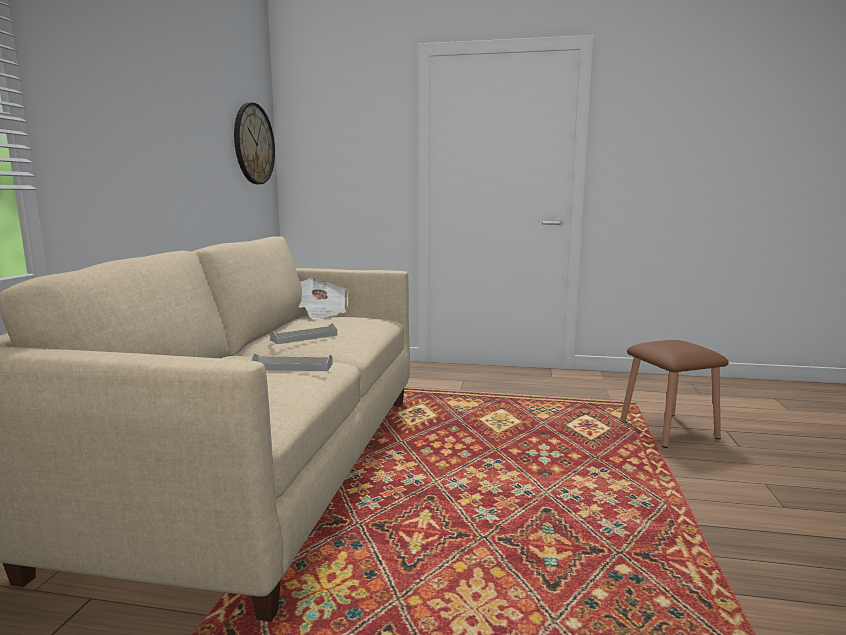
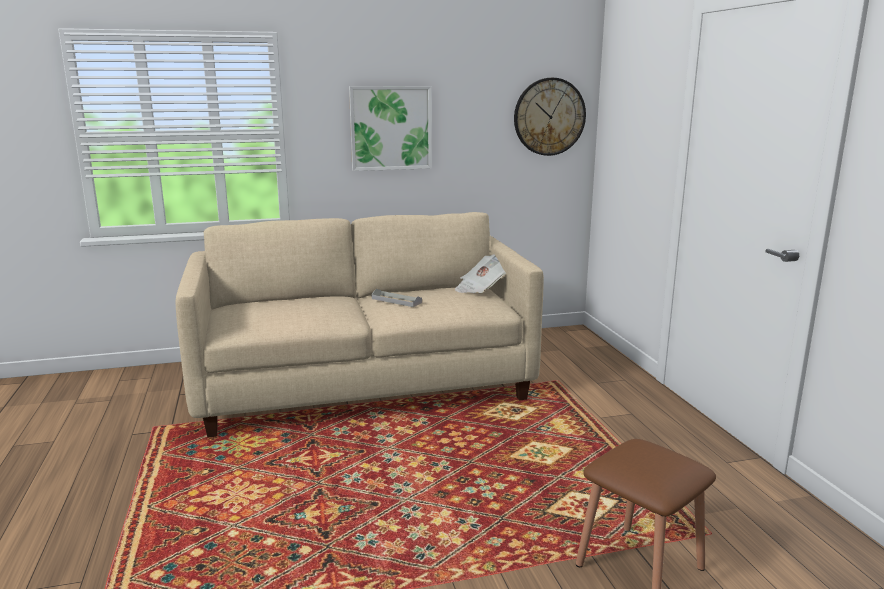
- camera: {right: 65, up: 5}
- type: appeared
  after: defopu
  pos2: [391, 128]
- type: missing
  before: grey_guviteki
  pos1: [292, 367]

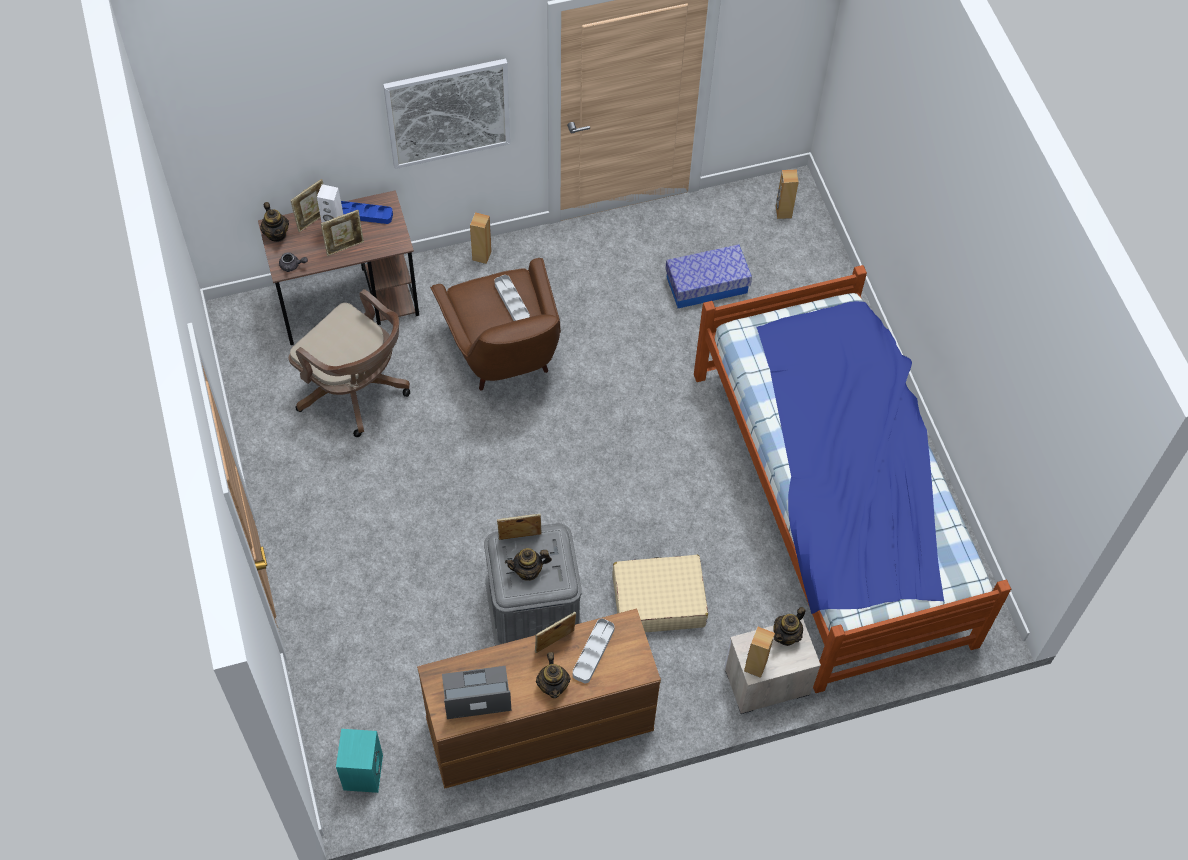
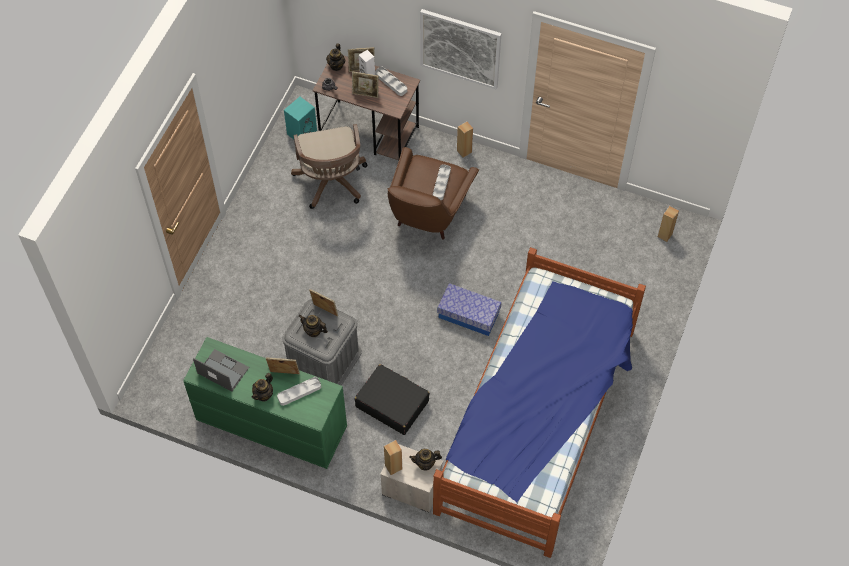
- camera: {right: 40, up: 0}
- type: colour
  before: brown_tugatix
  after: green_tugatix
  pos1: [538, 727]
  pos2: [270, 424]
- type: relocated
  before: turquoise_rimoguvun
  pos1: [362, 771]
  pos2: [302, 132]
- type: colour
  before: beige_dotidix
  after: black_dotidix
  pos1: [658, 601]
  pos2: [392, 403]
- type: colour
  before: blue_guviteki
  after: grey_guviteki
  pos1: [363, 214]
  pos2: [391, 82]
- type: relocated
  before: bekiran
  pos1: [707, 285]
  pos2: [469, 315]

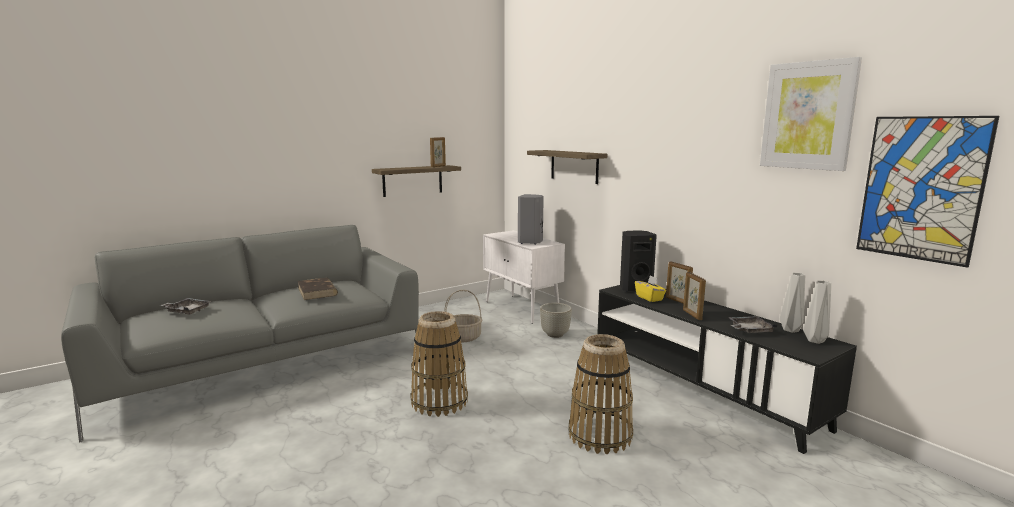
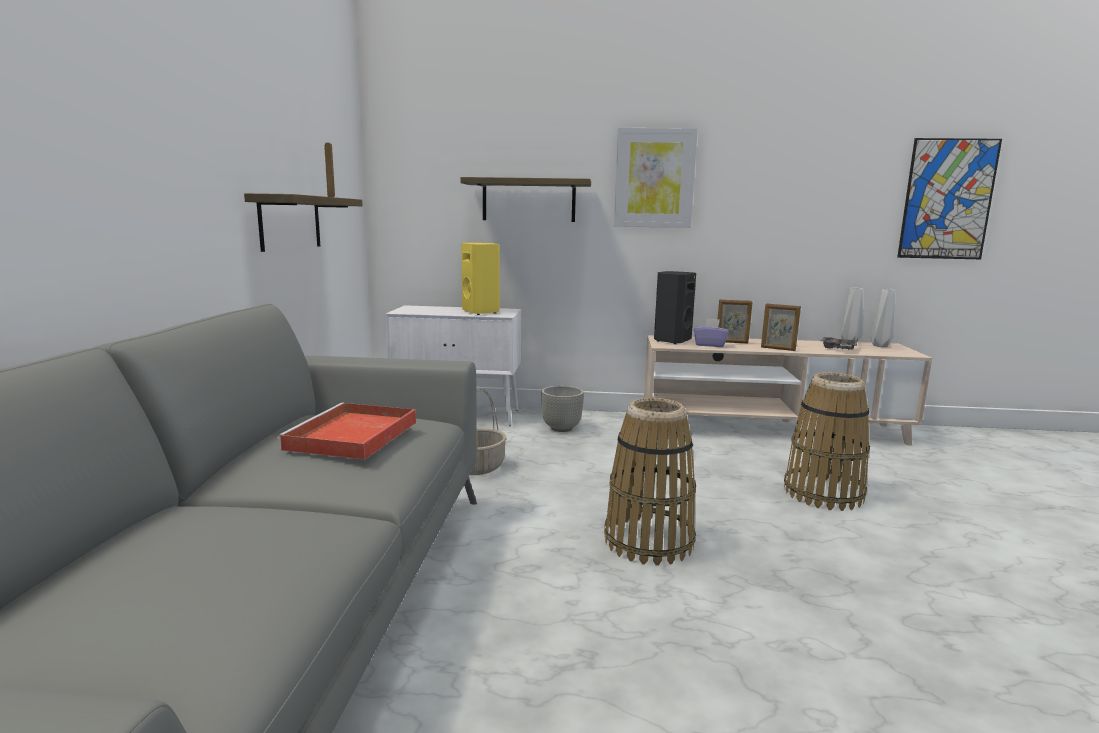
- camera: {right: -50, up: 0}
- type: exchanged
  before: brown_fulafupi
  after: red_guviteki
  pos1: [317, 291]
  pos2: [352, 436]
- type: colour
  before: grey_rimoguvun
  after: yellow_rimoguvun
  pos1: [530, 242]
  pos2: [482, 312]
- type: relocated
  before: defopu
  pos1: [808, 115]
  pos2: [654, 178]
- type: colour
  before: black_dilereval
  after: beige_dilereval
  pos1: [702, 389]
  pos2: [771, 429]
- type: colour
  before: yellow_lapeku
  after: purple_lapeku
  pos1: [649, 298]
  pos2: [710, 345]
- type: missing
  before: grey_guviteki
  pos1: [187, 311]

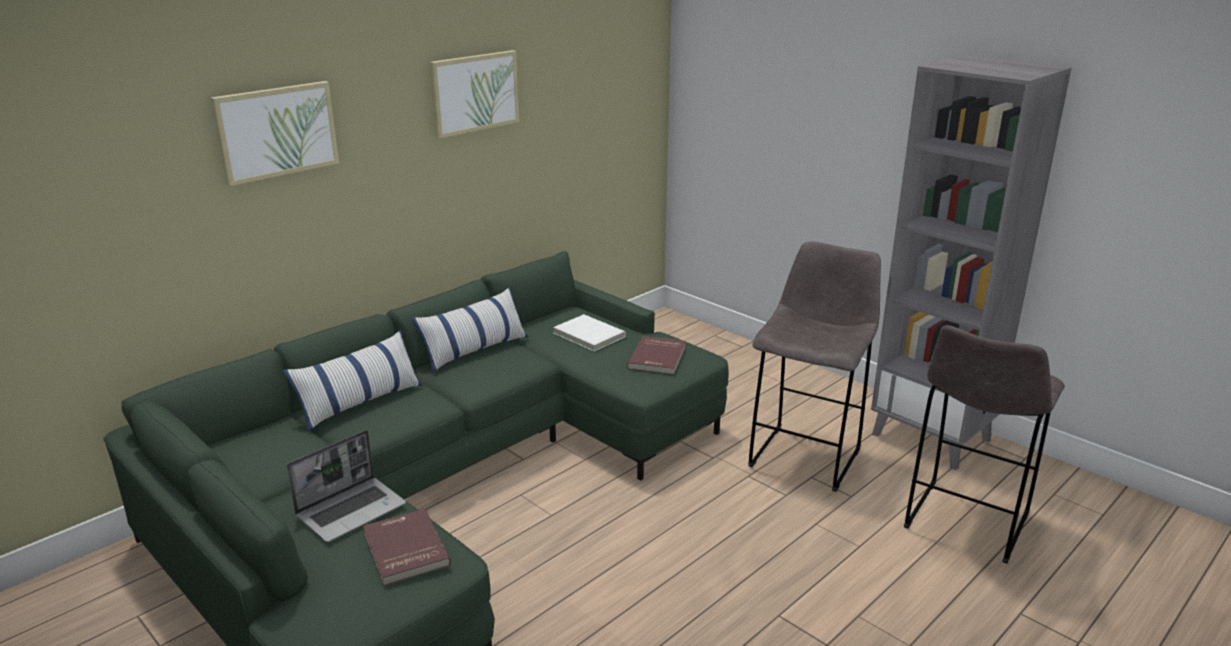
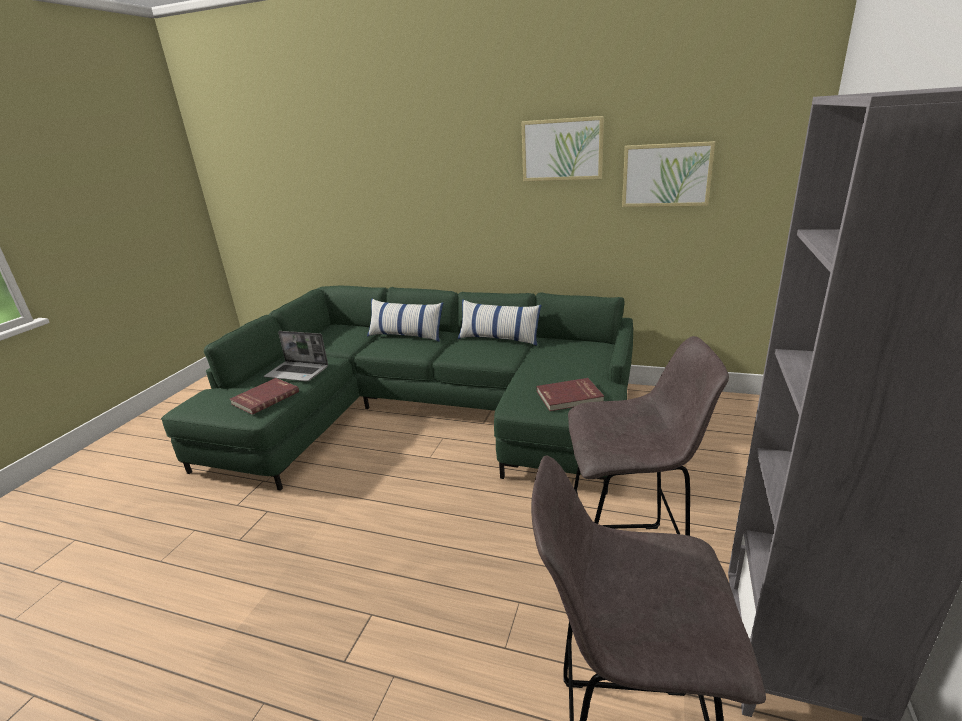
- camera: {right: 65, up: 0}
- type: relocated
  before: defopu
  pos1: [276, 131]
  pos2: [666, 175]
- type: missing
  before: white_fulafupi
  pos1: [588, 335]

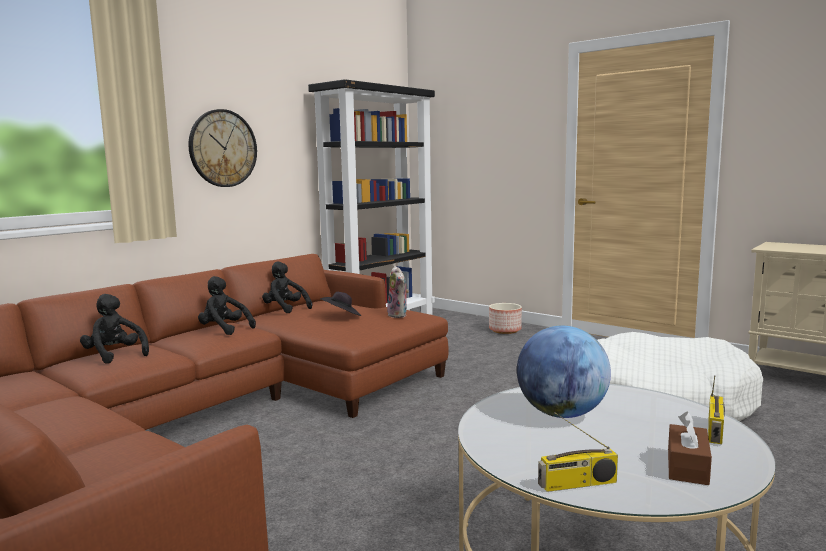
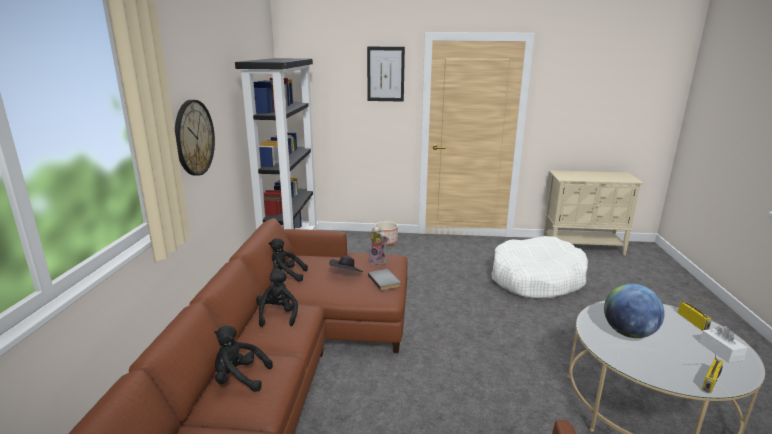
- camera: {right: -35, up: 10}
- type: spun
  before: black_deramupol
  pos1: [224, 330]
  pos2: [278, 315]
  turn: 90
- type: appeared
  after: defopu
  pos2: [385, 74]
- type: appeared
  after: grey_fulafupi
  pos2: [385, 280]
- type: colour
  before: brown_lapeku
  after: white_lapeku
  pos1: [687, 466]
  pos2: [721, 351]

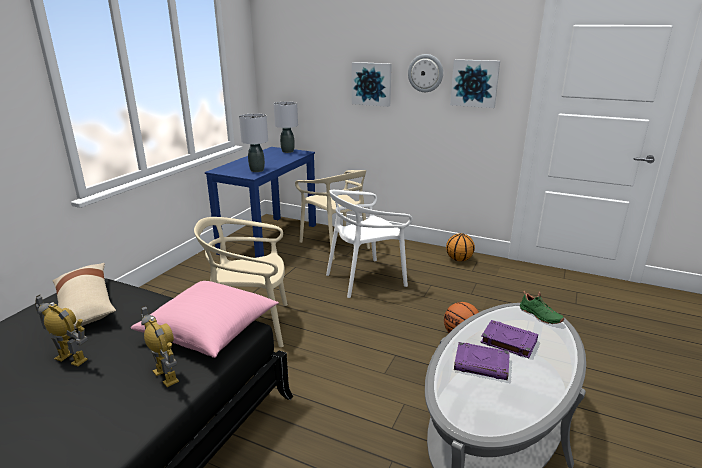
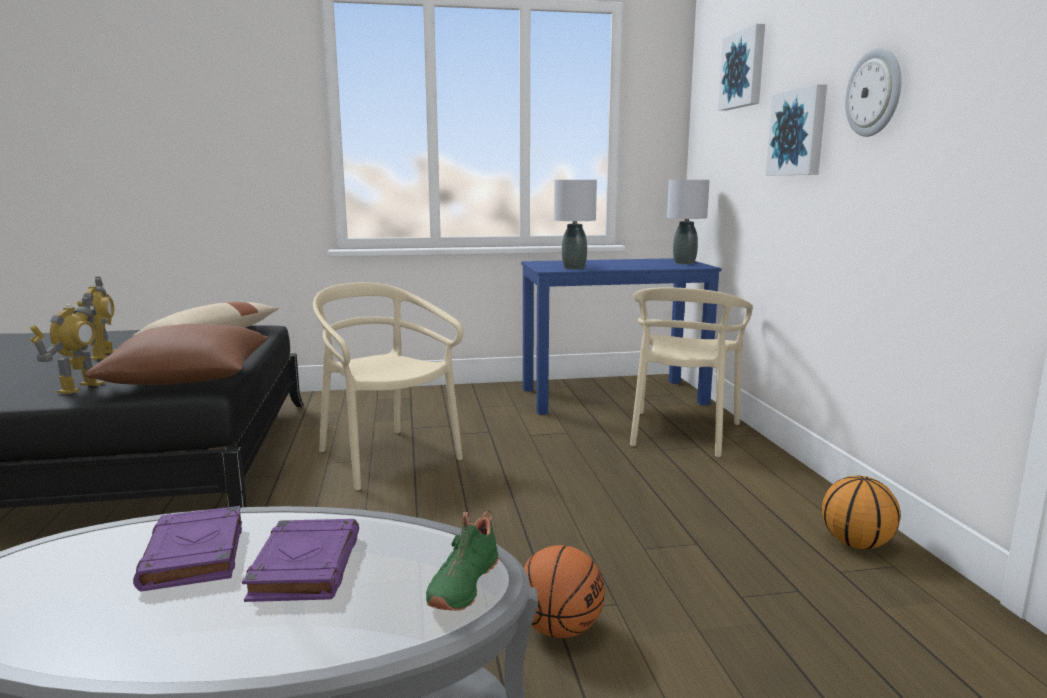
- camera: {right: 55, up: -10}
- type: colour
  before: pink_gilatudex
  after: brown_gilatudex
  pos1: [210, 331]
  pos2: [189, 379]
- type: relocated
  before: defopu
  pos1: [475, 83]
  pos2: [744, 69]
- type: missing
  before: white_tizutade
  pos1: [365, 279]

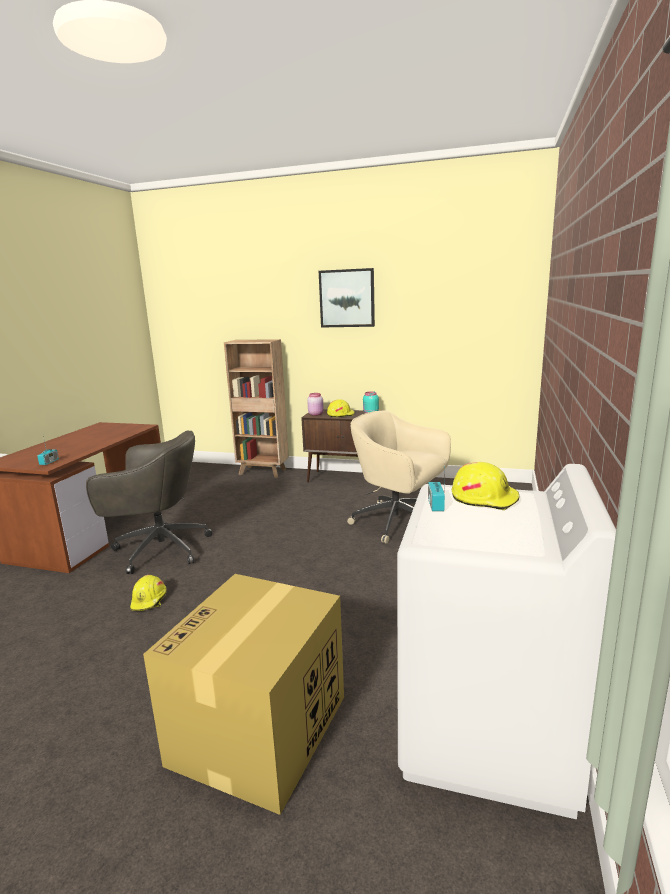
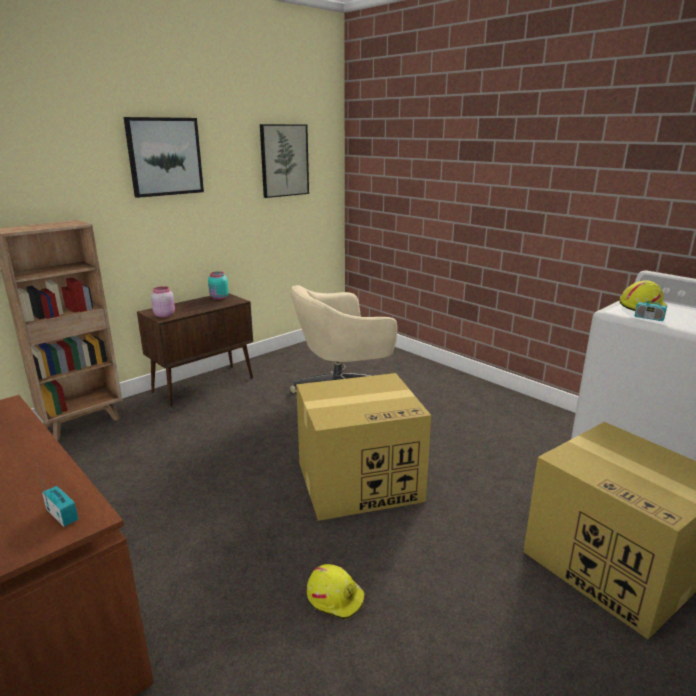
- camera: {right: -60, up: 5}
- type: appeared
  after: defopu
  pos2: [284, 160]
- type: appeared
  after: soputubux
  pos2: [360, 481]
- type: missing
  before: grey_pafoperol
  pos1: [159, 549]
- type: missing
  before: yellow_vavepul
  pos1: [340, 414]

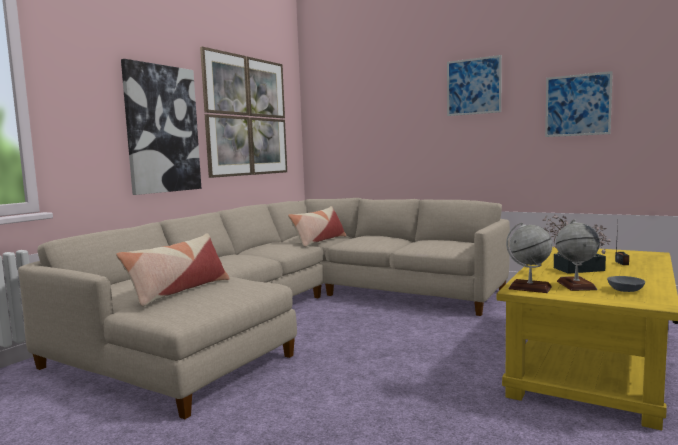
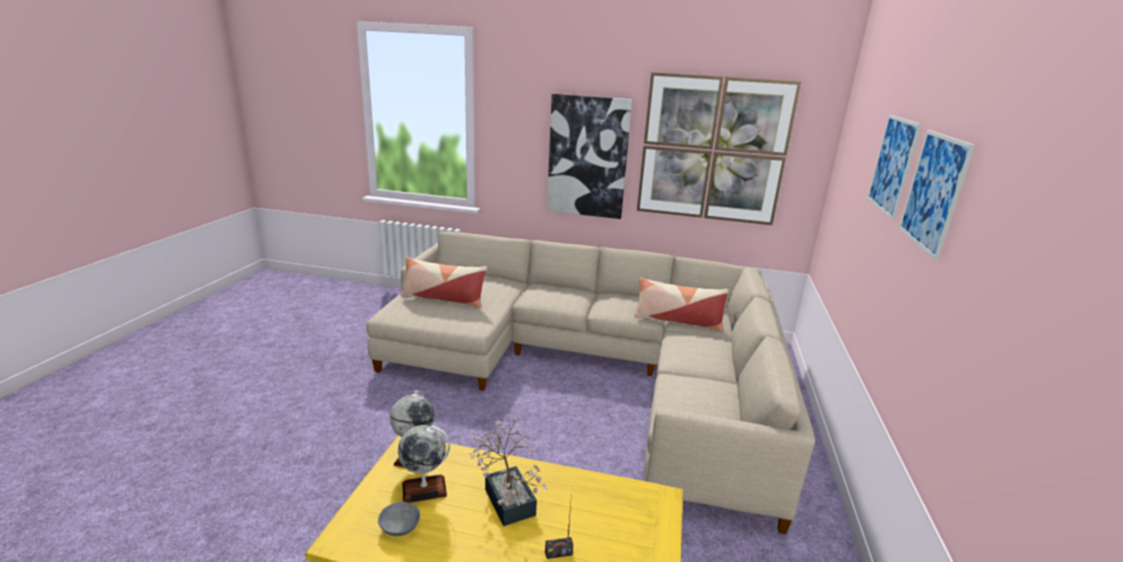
- camera: {right: 70, up: 15}
- type: relocated
  before: defopu
  pos1: [577, 105]
  pos2: [893, 165]

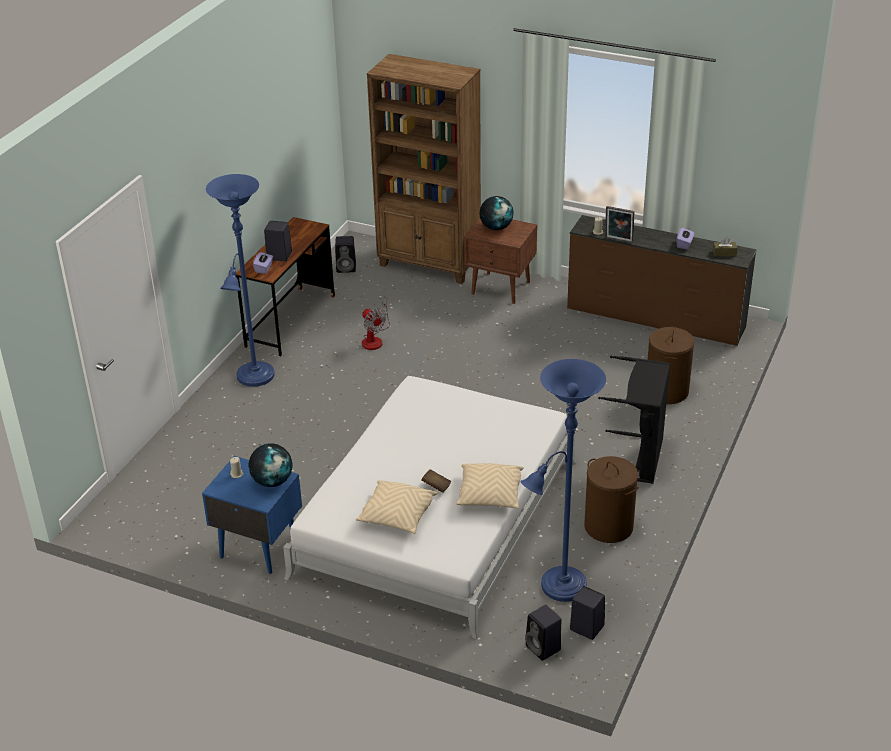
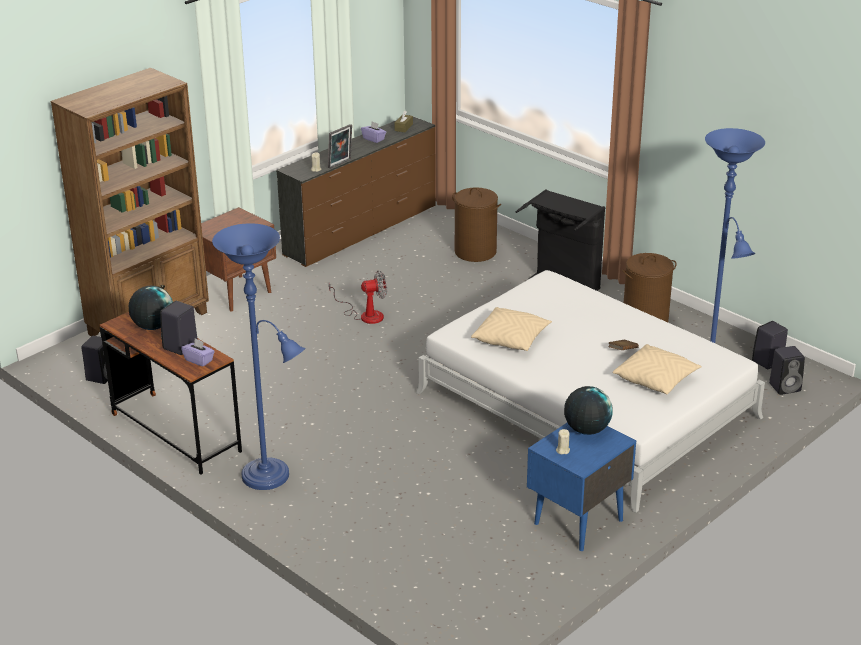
- camera: {right: -70, up: -5}
- type: relocated
  before: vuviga
  pos1: [496, 227]
  pos2: [153, 326]
- type: relocated
  before: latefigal
  pos1: [374, 339]
  pos2: [365, 315]
- type: relocated
  before: beige_gilatudex
  pos1: [490, 495]
  pos2: [511, 339]

